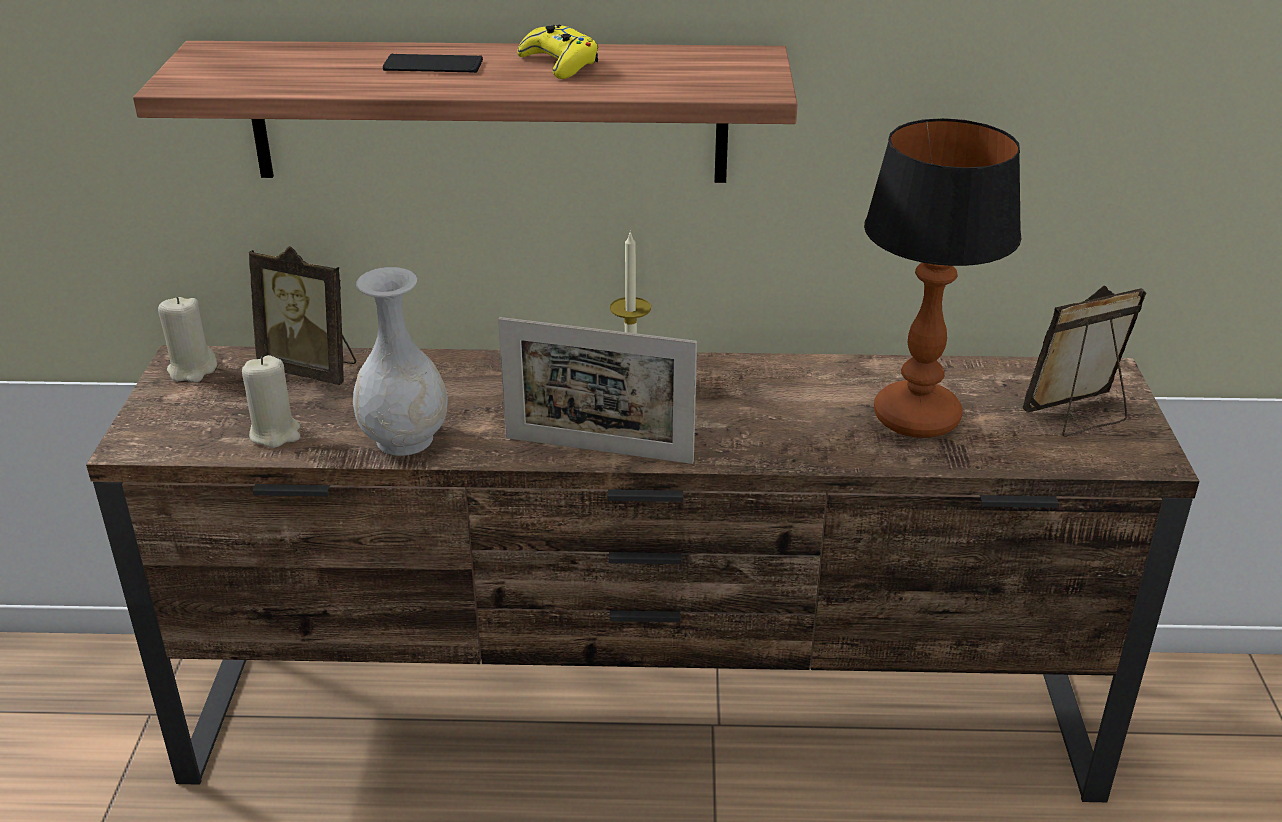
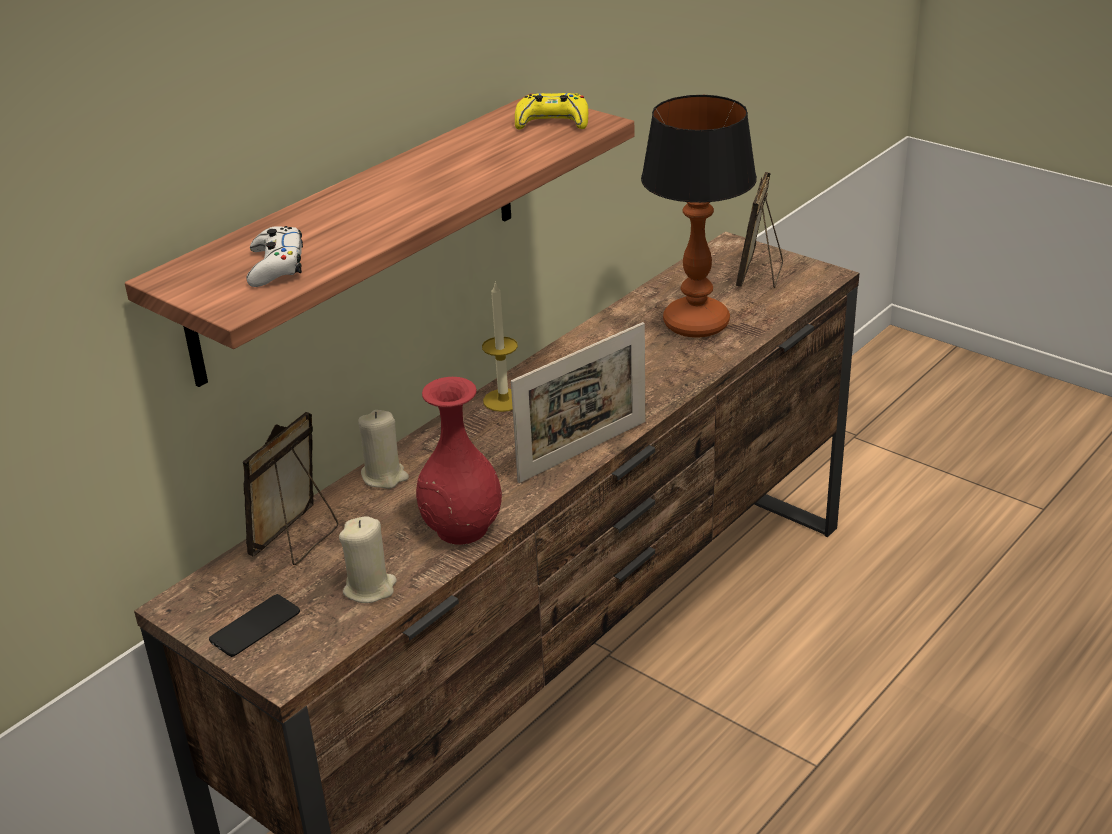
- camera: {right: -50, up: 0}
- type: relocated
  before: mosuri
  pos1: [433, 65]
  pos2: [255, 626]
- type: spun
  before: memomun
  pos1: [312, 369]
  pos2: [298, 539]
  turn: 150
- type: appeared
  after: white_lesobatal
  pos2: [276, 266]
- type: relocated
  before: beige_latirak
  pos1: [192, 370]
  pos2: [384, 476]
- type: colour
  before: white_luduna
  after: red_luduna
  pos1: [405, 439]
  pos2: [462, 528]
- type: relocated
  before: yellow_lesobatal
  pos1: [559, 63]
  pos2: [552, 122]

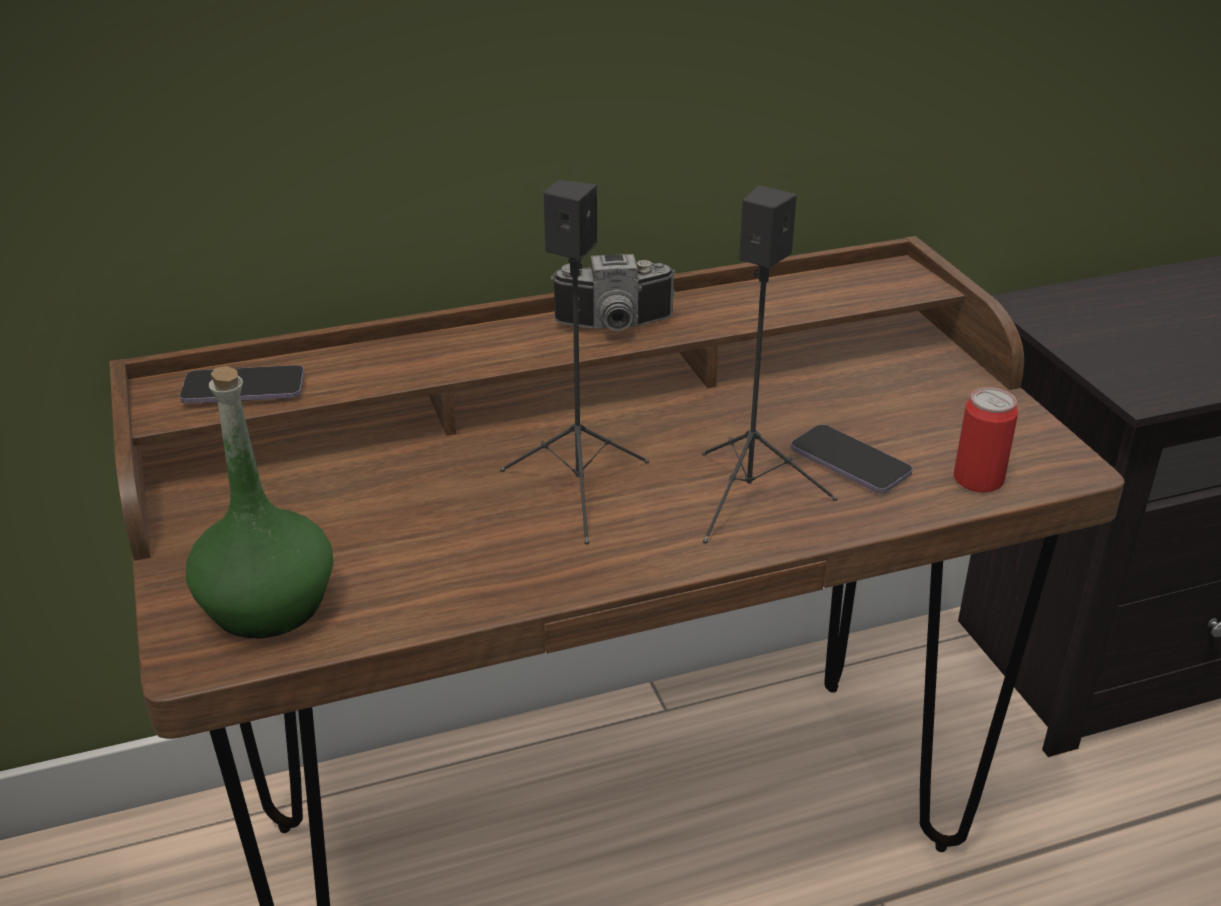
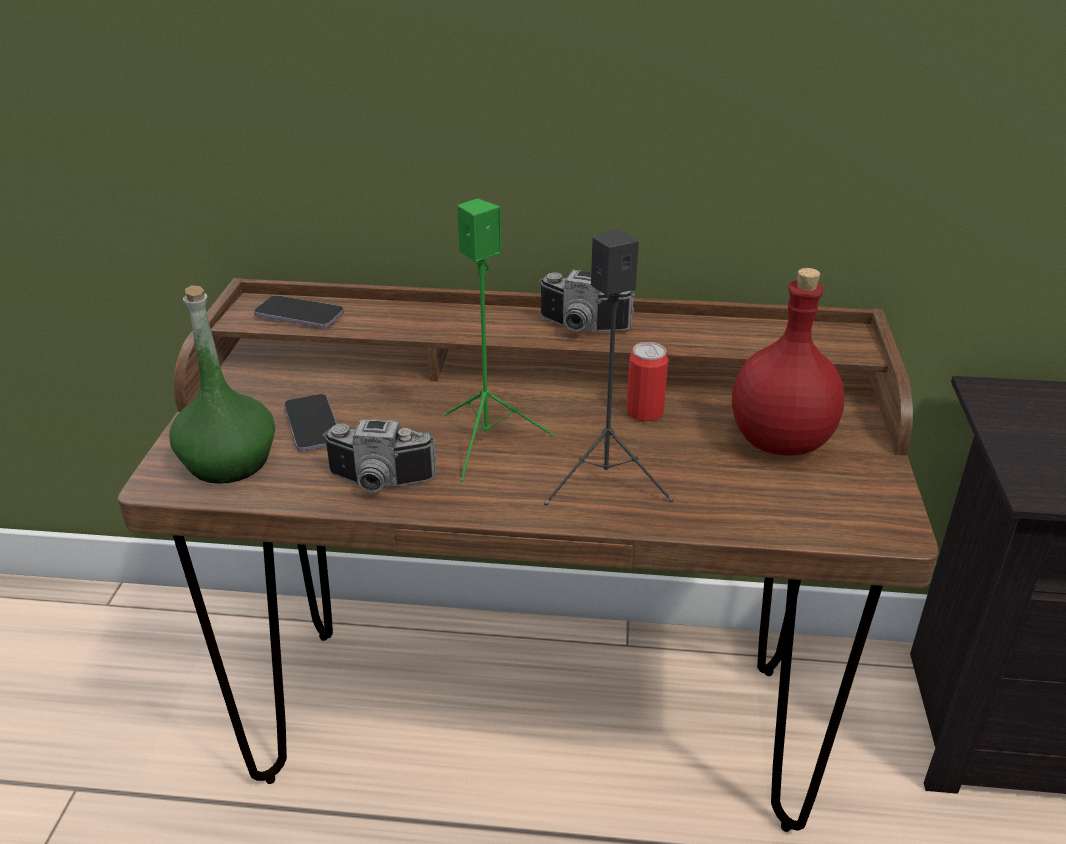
- camera: {right: 25, up: 0}
- type: relocated
  before: mosuri
  pos1: [850, 462]
  pos2: [312, 425]
- type: appeared
  after: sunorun
  pos2: [378, 484]
- type: colour
  before: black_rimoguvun
  after: green_rimoguvun
  pos1: [579, 489]
  pos2: [488, 441]
- type: relocated
  before: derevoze
  pos1: [978, 479]
  pos2: [644, 412]
- type: appeared
  after: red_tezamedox
  pos2: [782, 442]

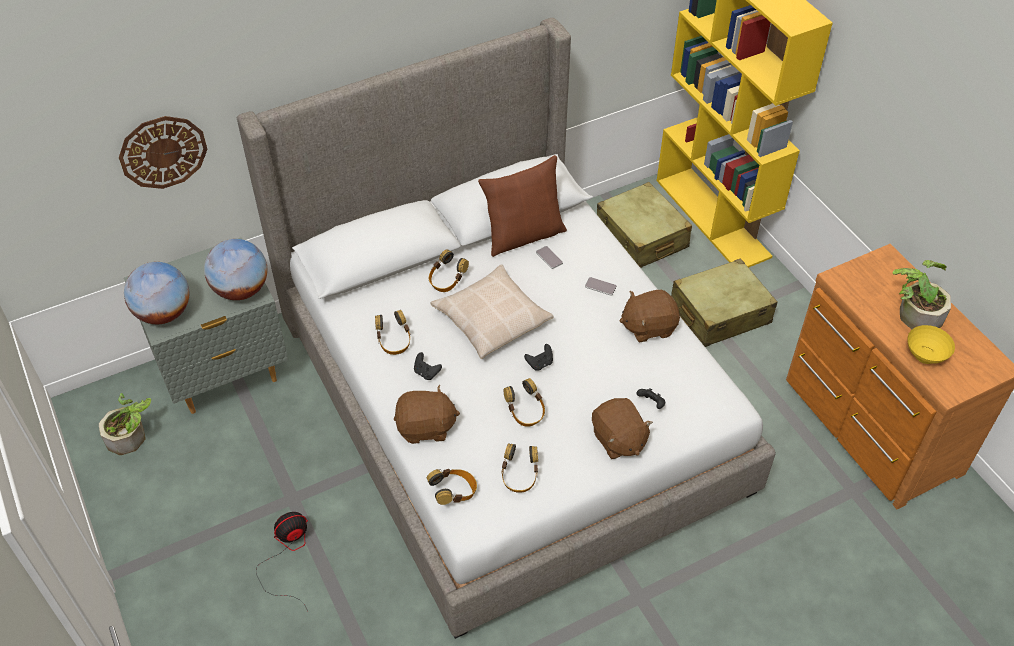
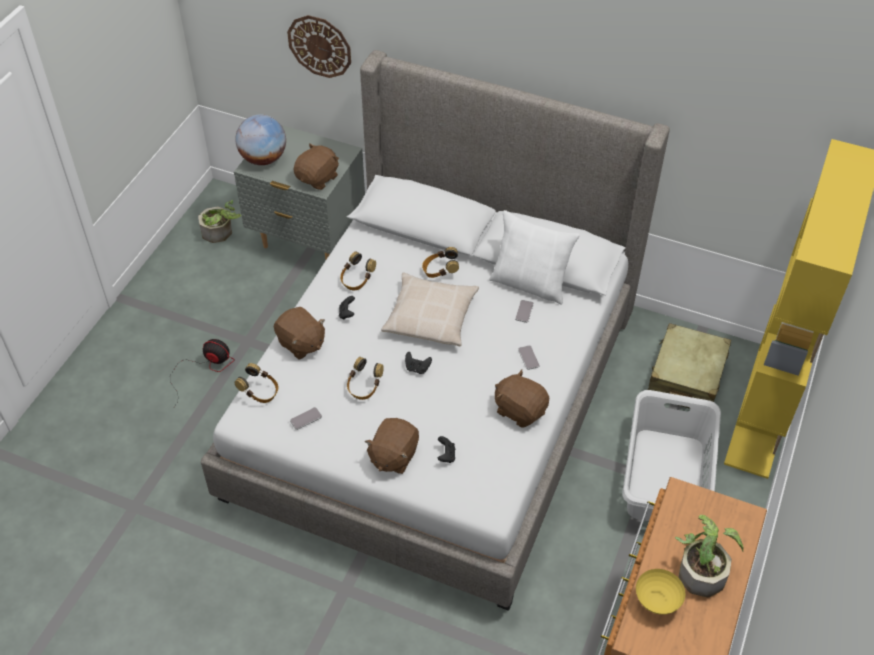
- camera: {right: 50, up: 0}
- type: exchanged
  before: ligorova
  after: mosuri
  pos1: [519, 477]
  pos2: [306, 419]
- type: exchanged
  before: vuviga
  after: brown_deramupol
  pos1: [241, 290]
  pos2: [318, 178]
- type: colour
  before: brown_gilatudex
  after: white_gilatudex
  pos1: [523, 235]
  pos2: [530, 283]
- type: exchanged
  before: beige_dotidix
  after: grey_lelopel
  pos1: [719, 313]
  pos2: [664, 478]

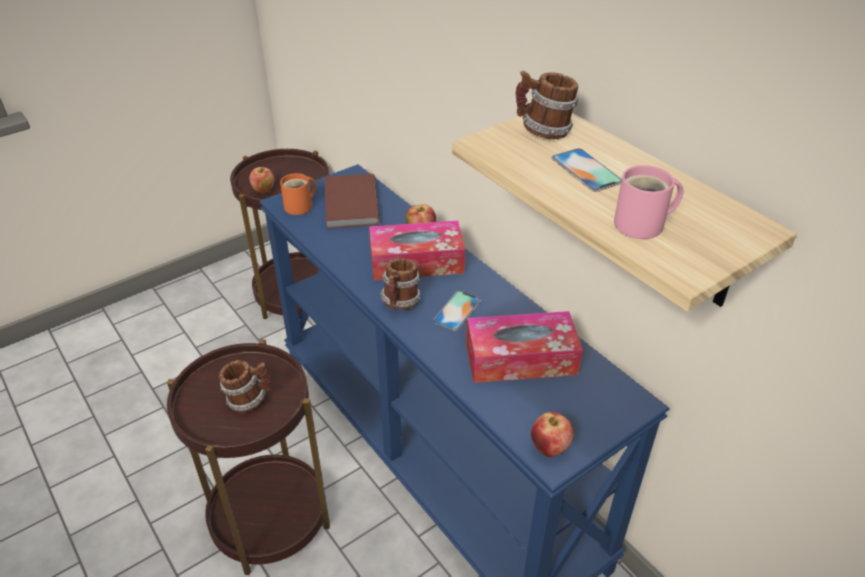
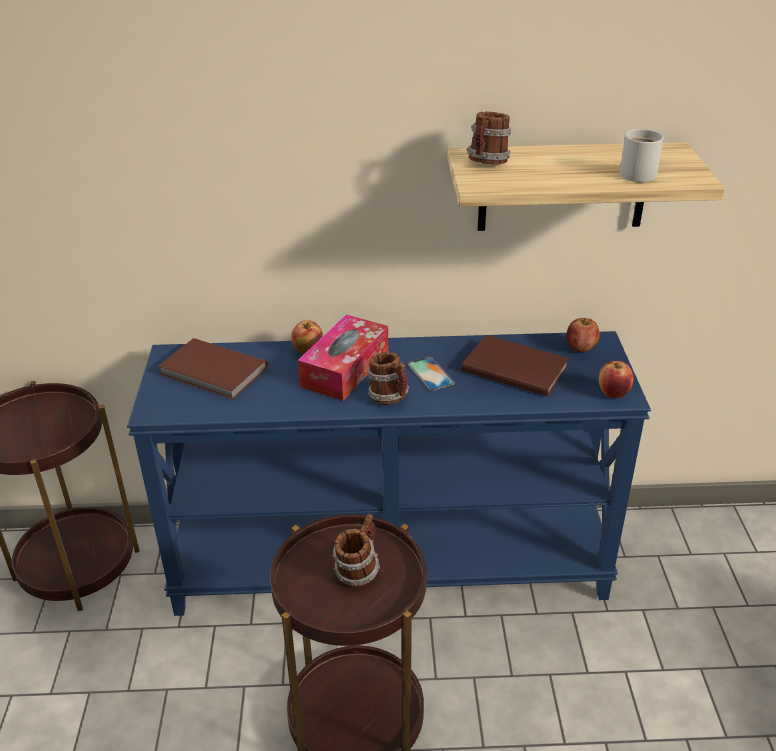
- camera: {right: -55, up: -5}
- type: exchanged
  before: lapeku
  after: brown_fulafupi
  pos1: [520, 358]
  pos2: [514, 367]
- type: relocated
  before: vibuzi
  pos1: [263, 191]
  pos2: [580, 348]
- type: colour
  before: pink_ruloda
  after: white_ruloda
  pos1: [644, 225]
  pos2: [639, 173]
- type: missing
  before: orange_ruloda
  pos1: [301, 206]
- type: missing
  before: mosuri
  pos1: [586, 170]

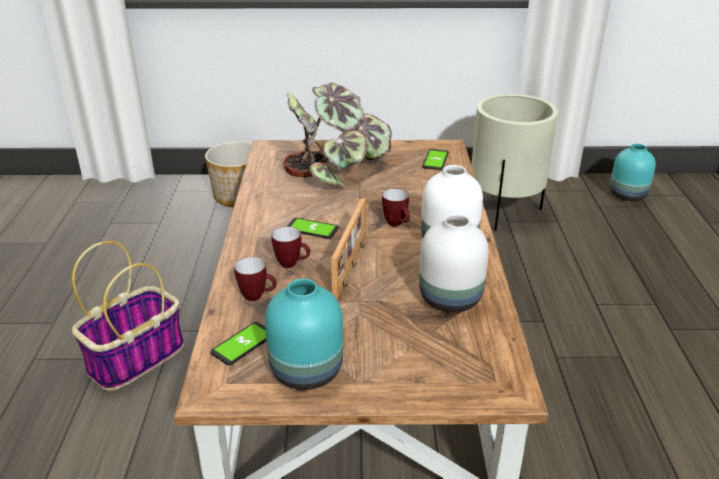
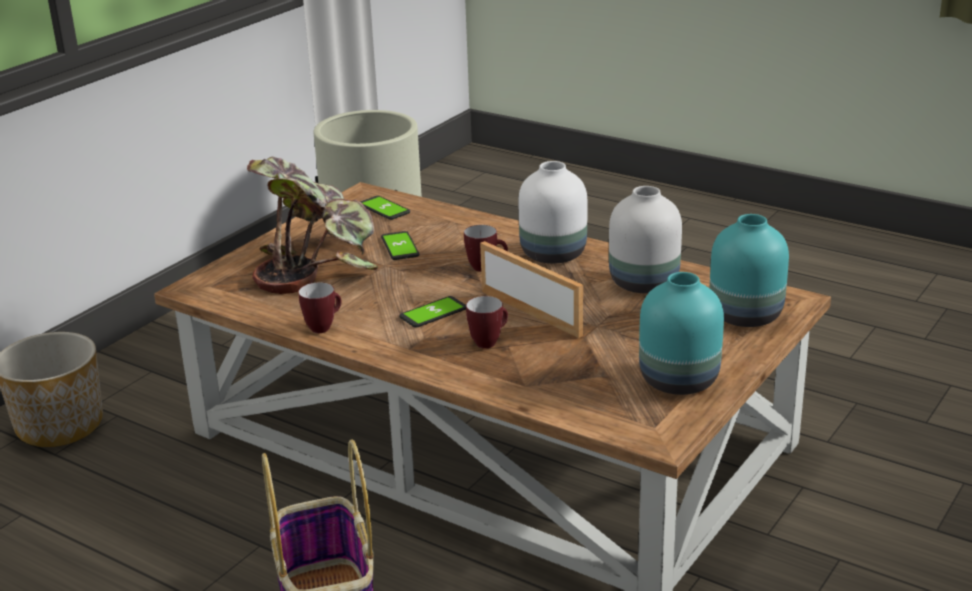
- camera: {right: -55, up: -5}
- type: relocated
  before: ruloda
  pos1: [257, 296]
  pos2: [323, 327]
- type: relocated
  before: mosuri
  pos1: [243, 344]
  pos2: [400, 247]
- type: relocated
  before: turquoise_luduna
  pos1: [628, 195]
  pos2: [745, 315]

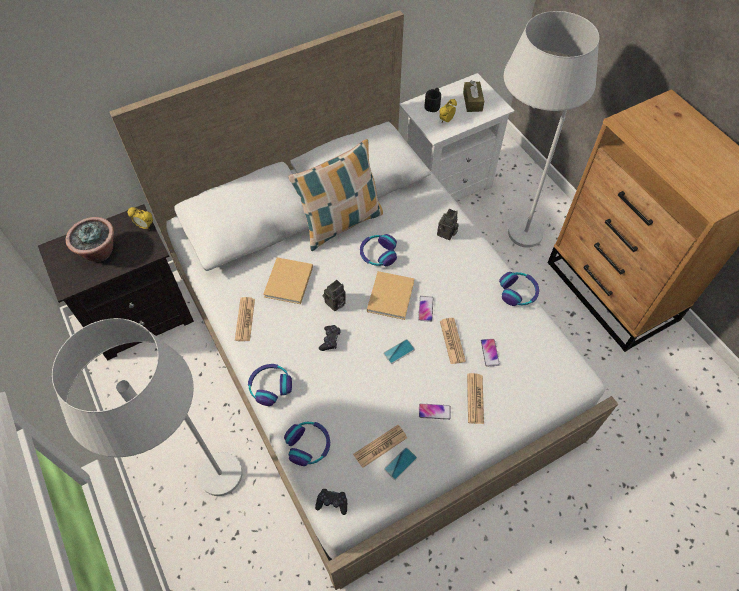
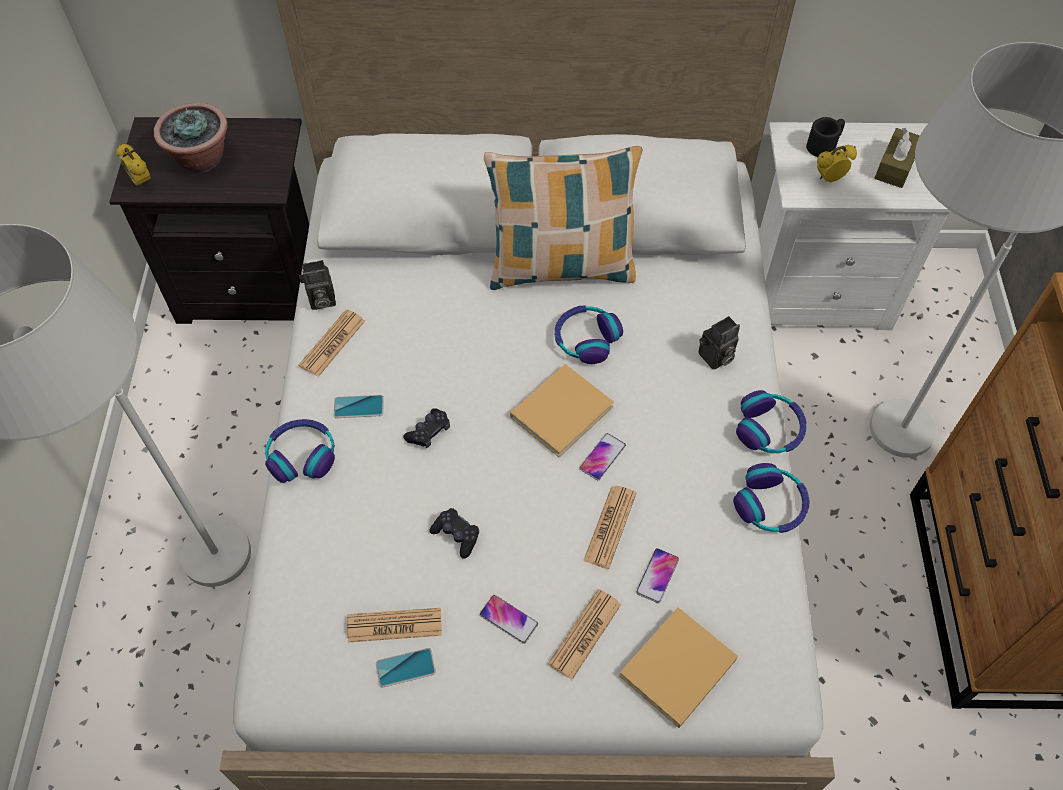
- camera: {right: 30, up: 0}
- type: relocated
  before: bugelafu
  pos1: [145, 226]
  pos2: [141, 182]
- type: relocated
  before: sunorun
  pos1: [335, 304]
  pos2: [320, 300]
- type: relocated
  before: mosuri
  pos1: [399, 351]
  pos2: [359, 407]
- type: relocated
  before: black_lesobatal
  pos1: [332, 502]
  pos2: [456, 535]
- type: relocated
  before: beige_fulafupi
  pos1: [288, 283]
  pos2: [675, 670]
- type: relocated
  before: ligorova
  pos1: [308, 445]
  pos2: [769, 429]

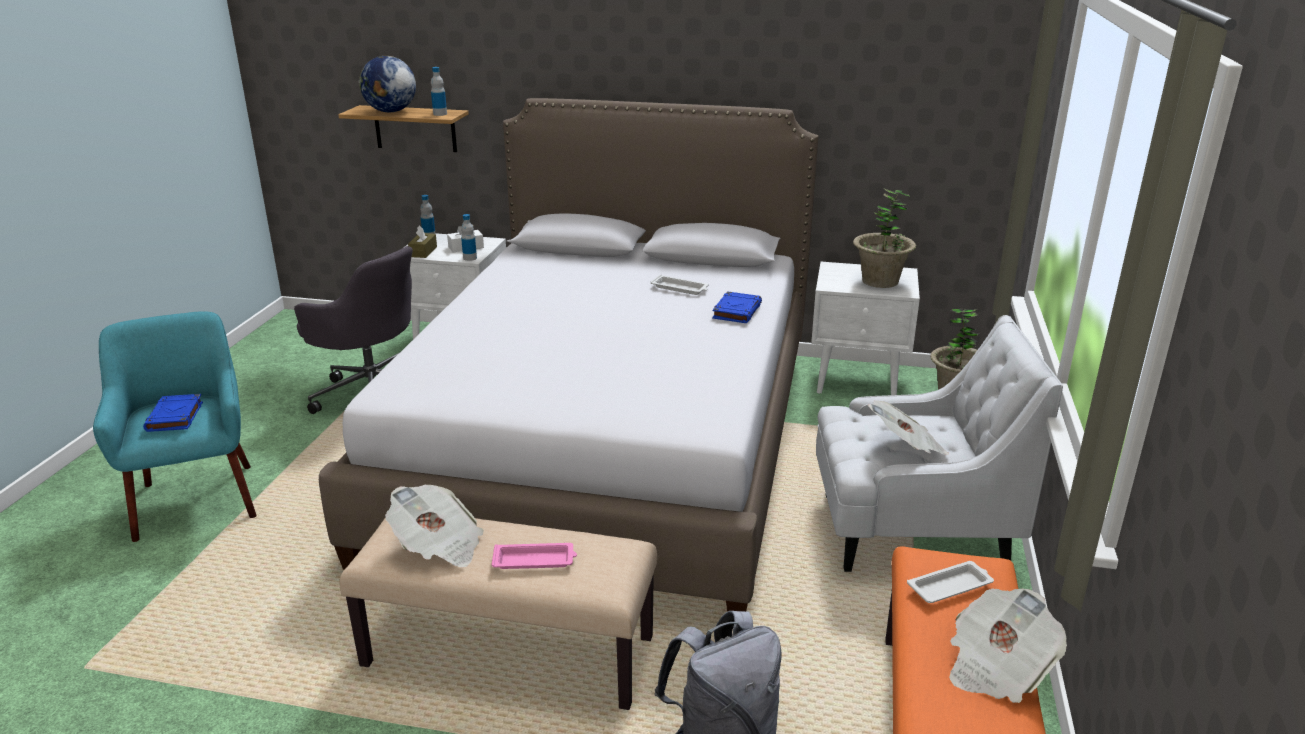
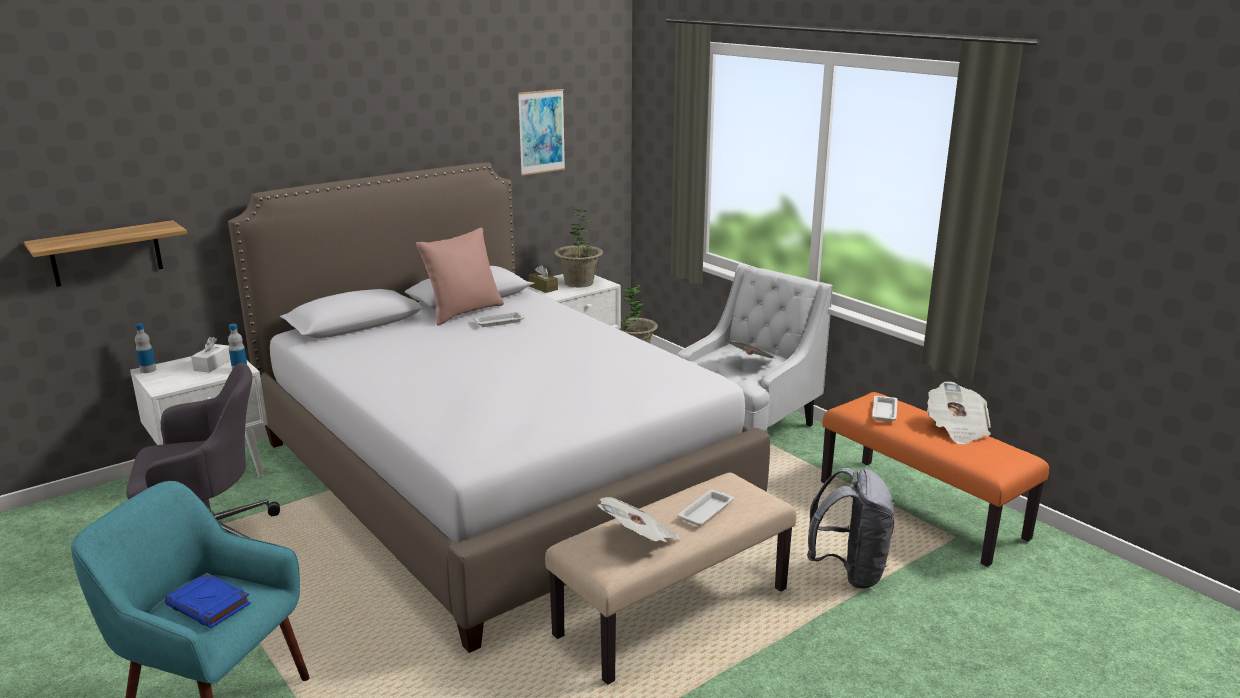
- camera: {right: -50, up: -5}
- type: appeared
  after: pink_gilatudex
  pos2: [463, 312]
- type: appeared
  after: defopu
  pos2: [541, 132]
- type: relocated
  before: brown_lapeku
  pos1: [423, 252]
  pos2: [543, 288]
- type: colour
  before: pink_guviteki
  after: white_guviteki
  pos1: [535, 560]
  pos2: [706, 511]
- type: missing
  before: vuviga
  pos1: [390, 111]
- type: missing
  before: tezamedox
  pos1: [440, 114]
- type: missing
  before: blue_fulafupi
  pos1: [736, 311]

